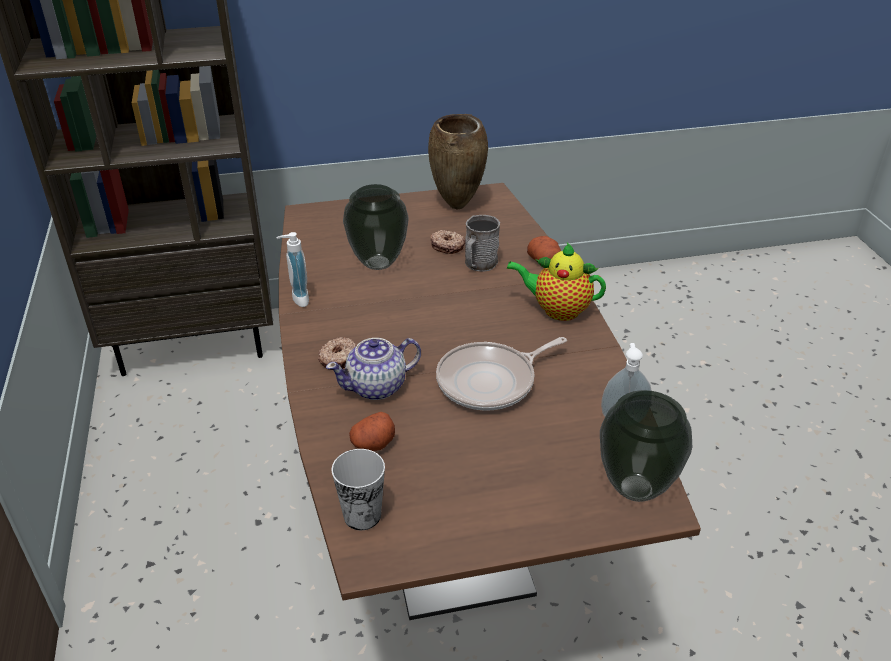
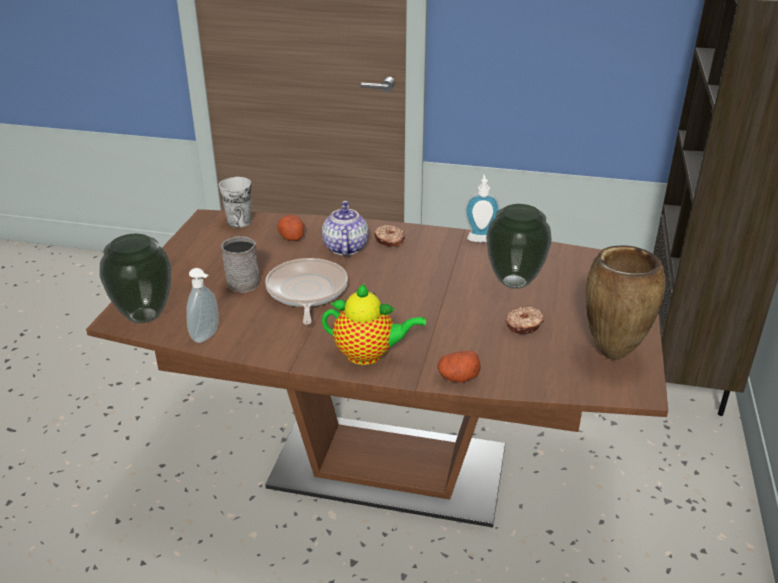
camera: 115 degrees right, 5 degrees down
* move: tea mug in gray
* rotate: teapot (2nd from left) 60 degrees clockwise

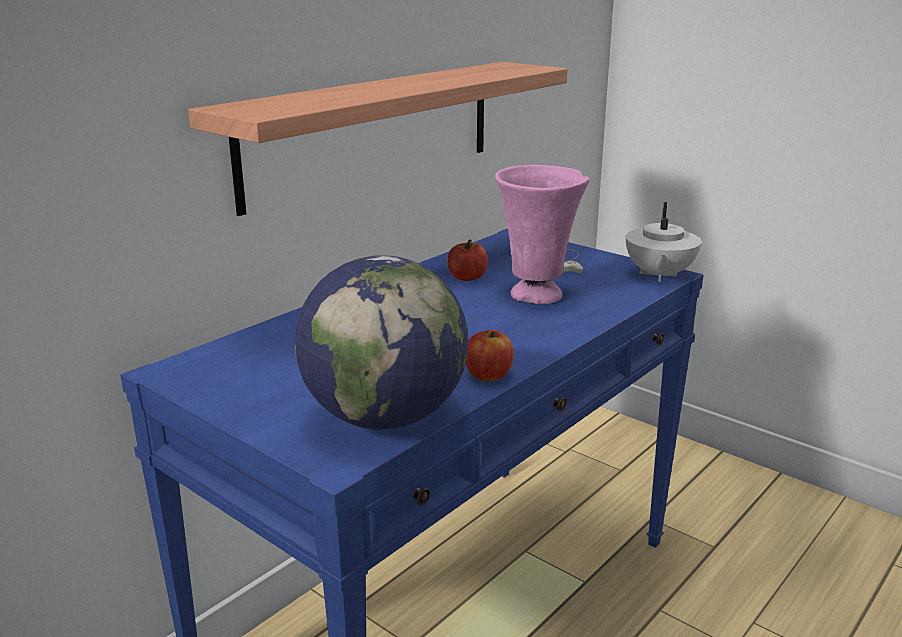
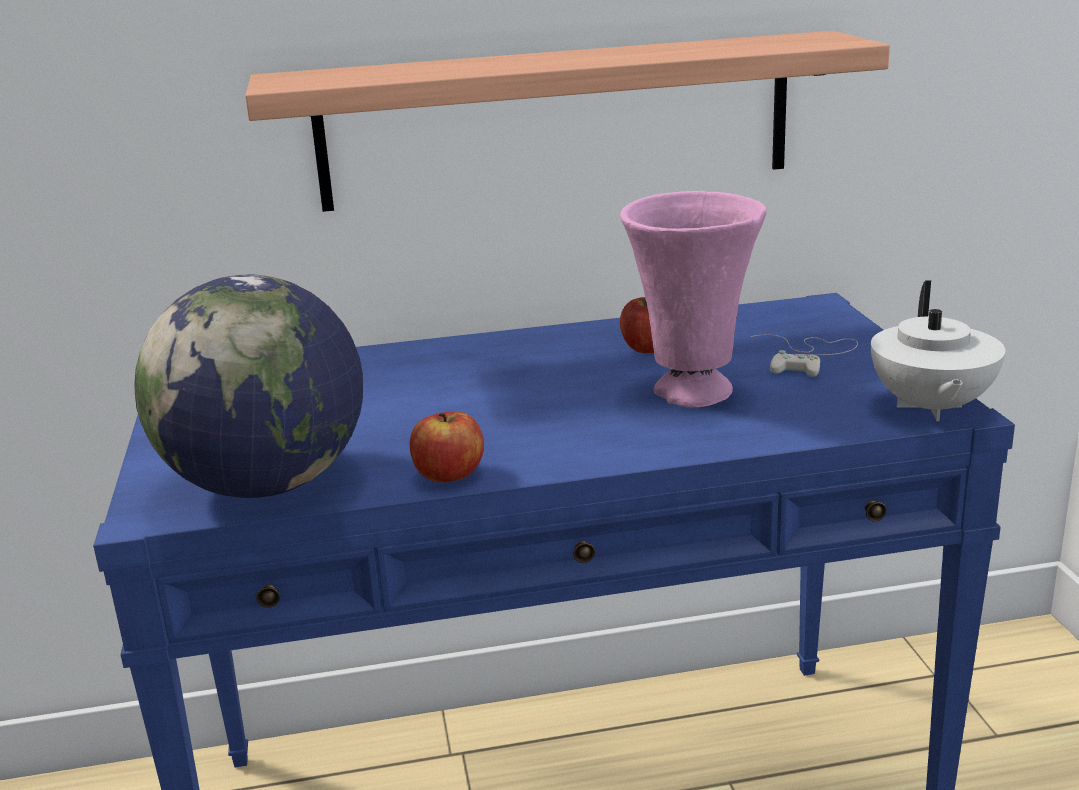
camera: 40 degrees right, 0 degrees up
* rotate: teapot in white 45 degrees counterclockwise

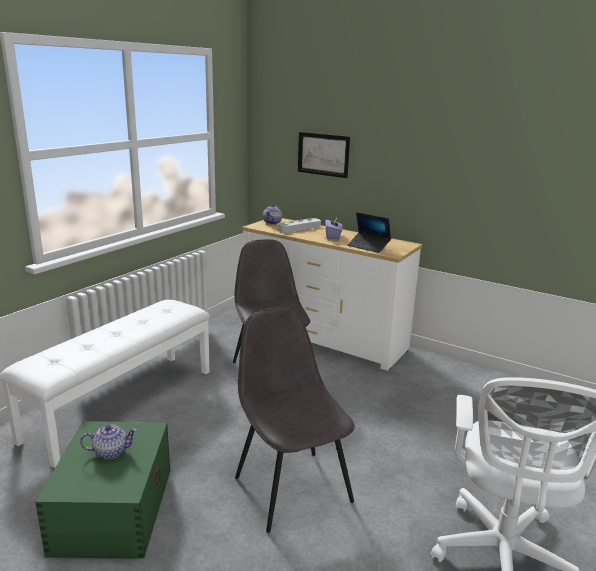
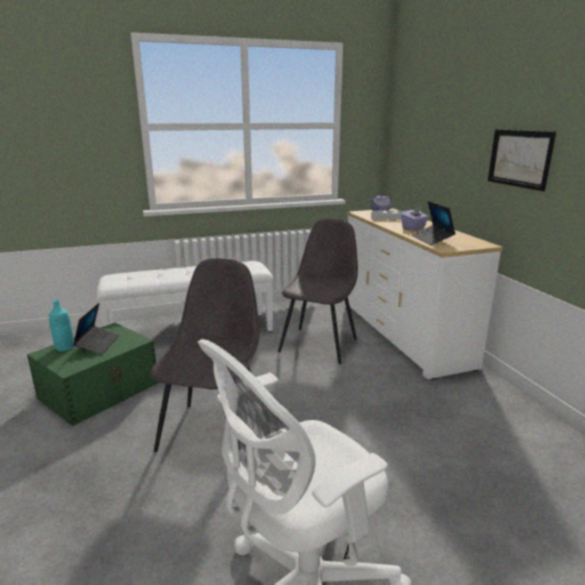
camera: 40 degrees right, 0 degrees up
* replace: teapot (1st from left) to portable computer (1st from left)
* move: picture
* insert: bottle in turquoise-coloured

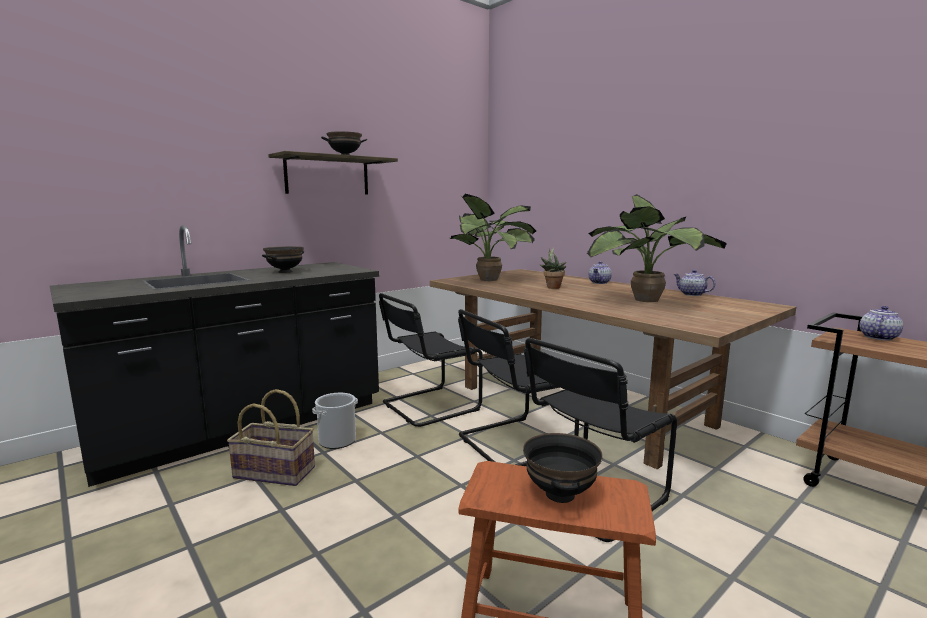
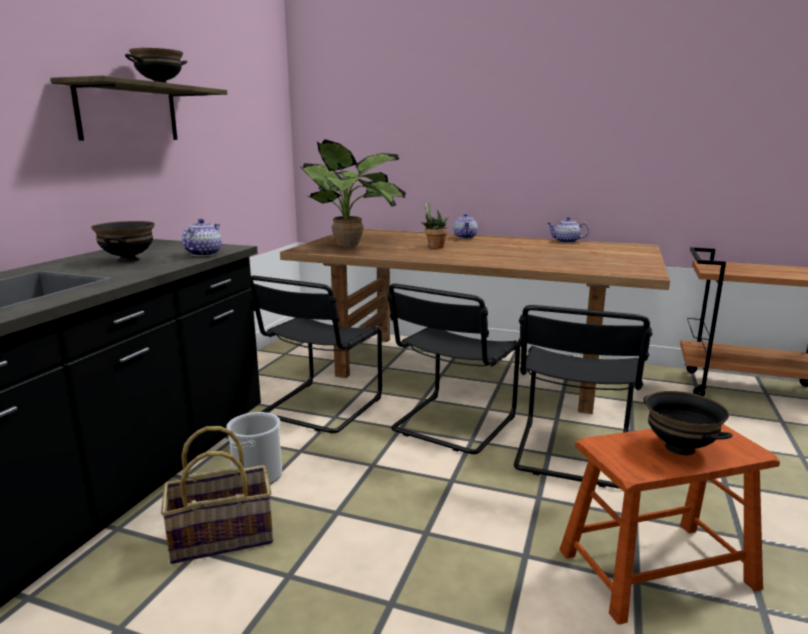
camera: 30 degrees left, 5 degrees up
* delete: plant in a pot (3rd from left)
* move: teapot (3rd from left in the first image) to teapot (1st from left)

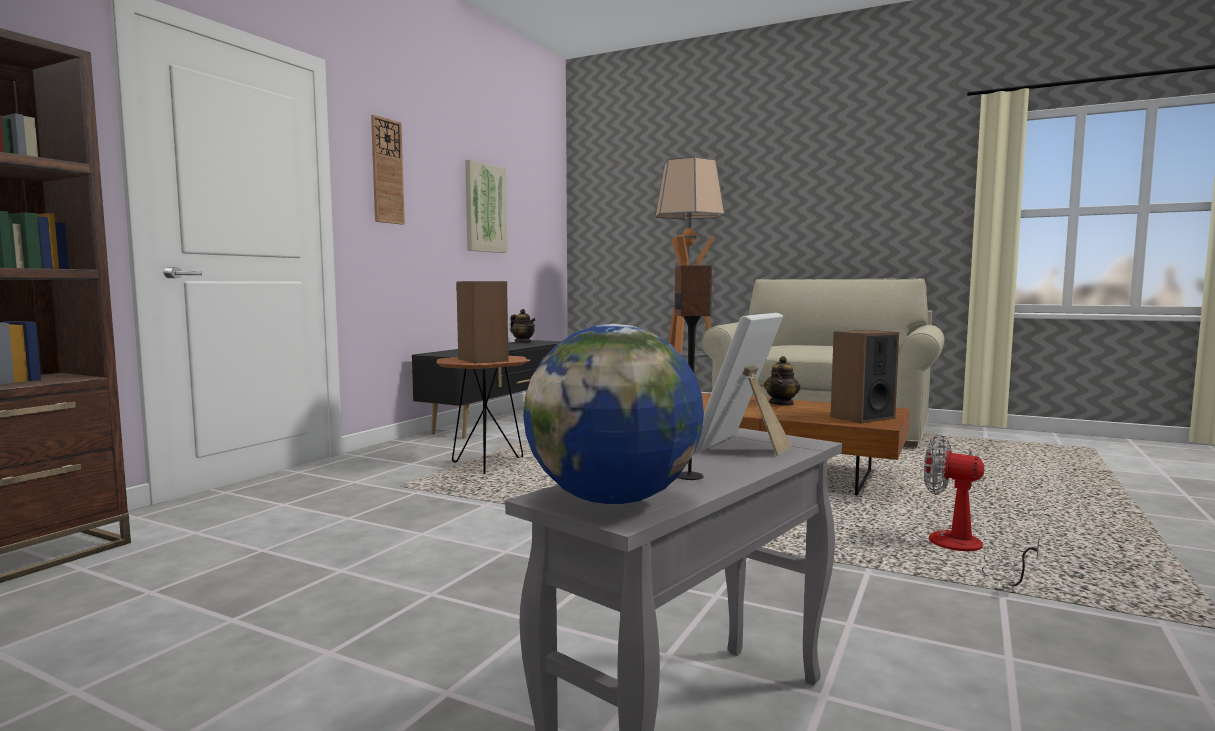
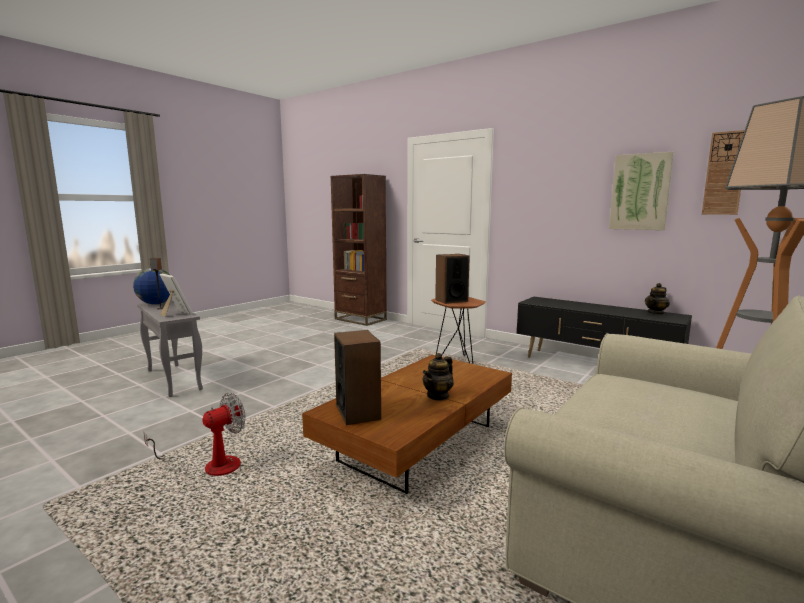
camera: 100 degrees right, 5 degrees up
* move: wall clock
* rotate: teapot (2nd from left in the first image) 90 degrees counterclockwise

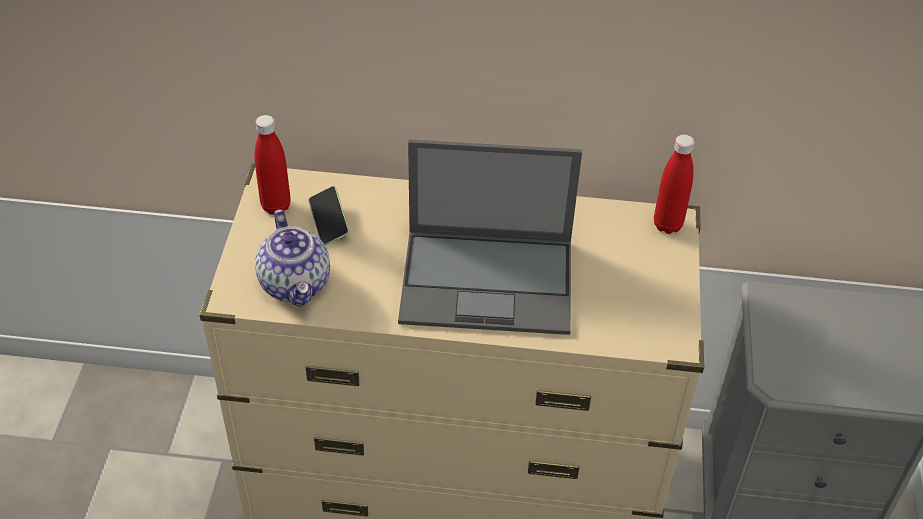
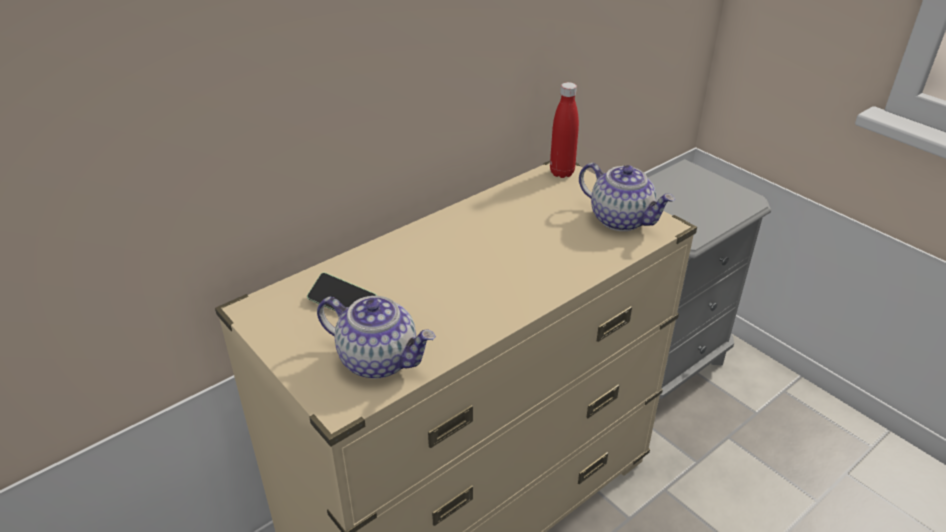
camera: 45 degrees left, 10 degrees down
* delete: bottle in red-coloured (1st from left)
* delete: portable computer
* insert: teapot (2nd from left)

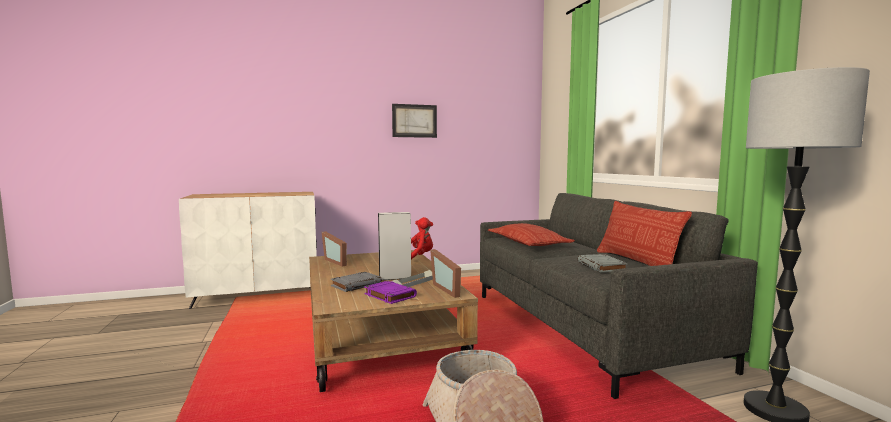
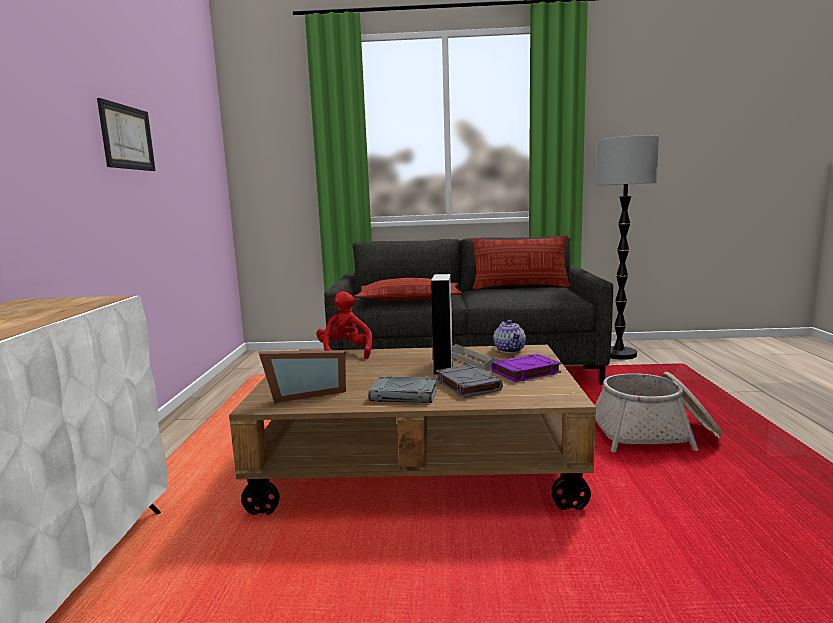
camera: 70 degrees left, 5 degrees up
* replace: photo frame (2nd from left) to teapot
* move: bound book in gray (2nd from left in the first image) to bound book in gray (1st from left)

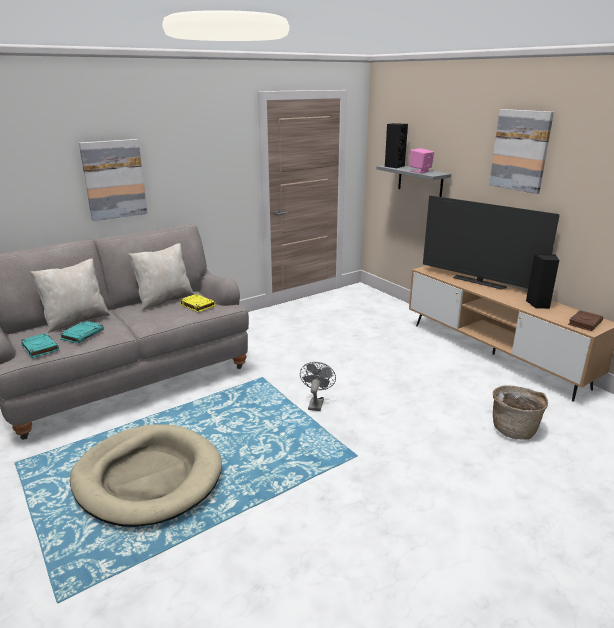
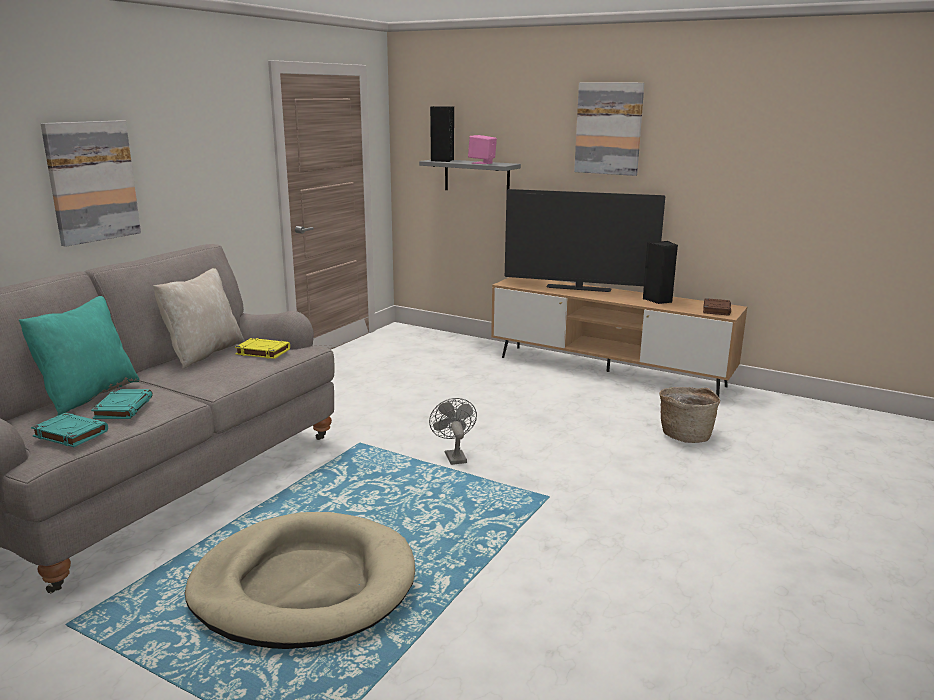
camera: 25 degrees left, 5 degrees down
* recolor: throw pillow in beige-coloured (1st from left) to throw pillow in turquoise-coloured

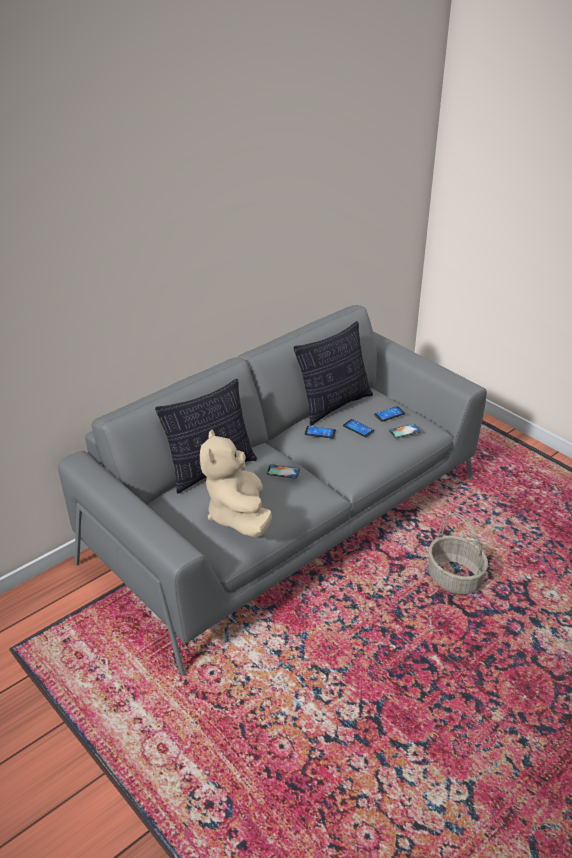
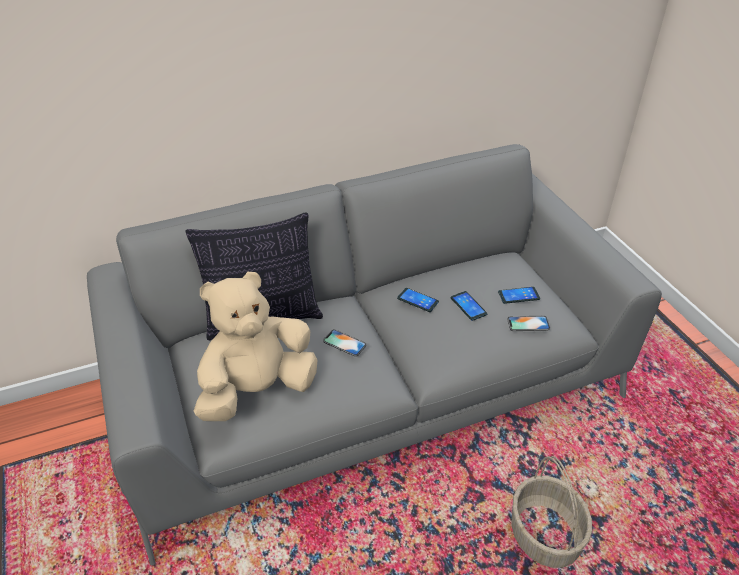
camera: 20 degrees right, 5 degrees up
* rotate: soft toy in beige-coloured 45 degrees clockwise
* delete: throw pillow (2nd from left)

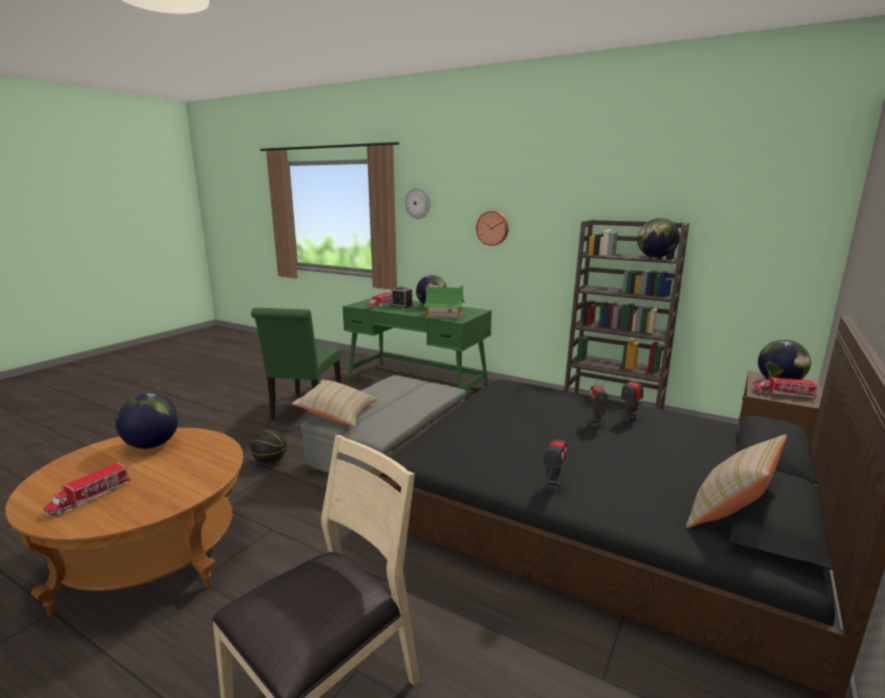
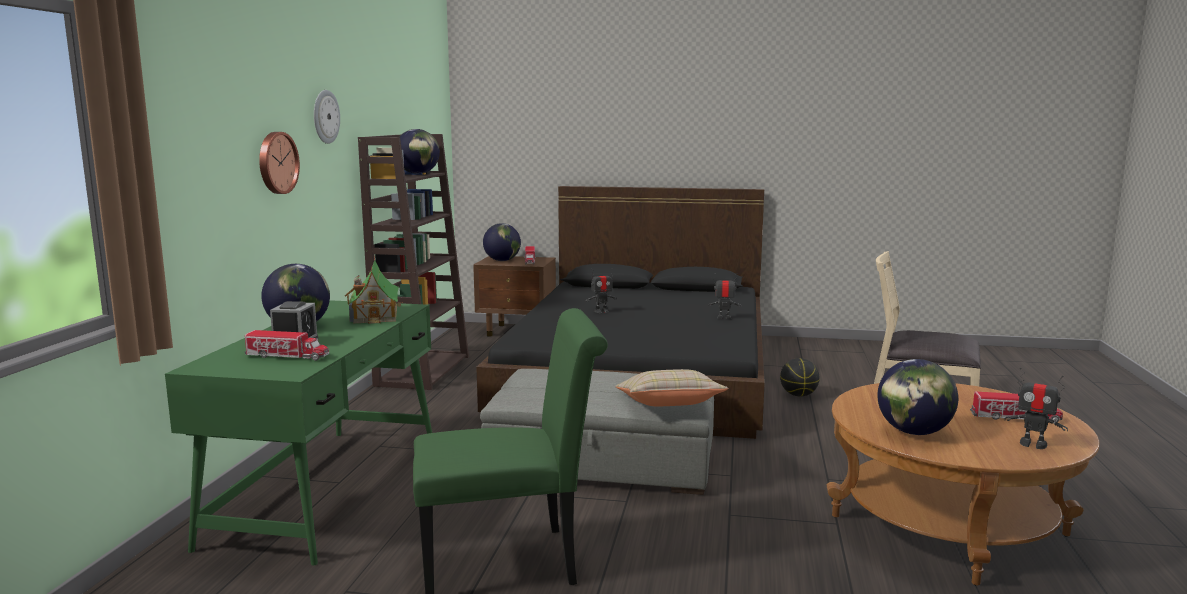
camera: 110 degrees left, 5 degrees down
* move: ball for basketball
* move: wall clock (1st from left in the first image) to wall clock (2nd from left)
* move: toy robot (3rd from left)
* delete: throw pillow in beige-coloured (2nd from left)

